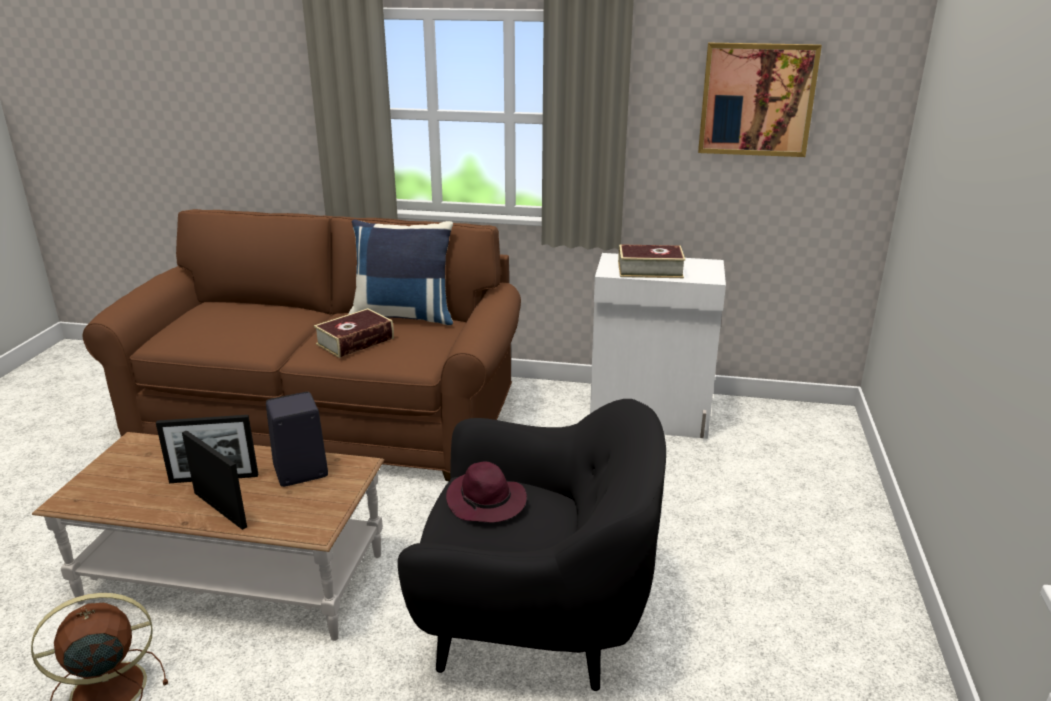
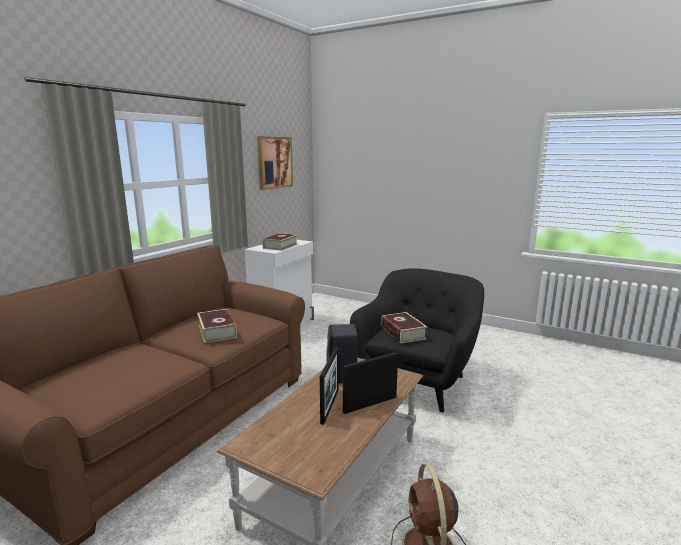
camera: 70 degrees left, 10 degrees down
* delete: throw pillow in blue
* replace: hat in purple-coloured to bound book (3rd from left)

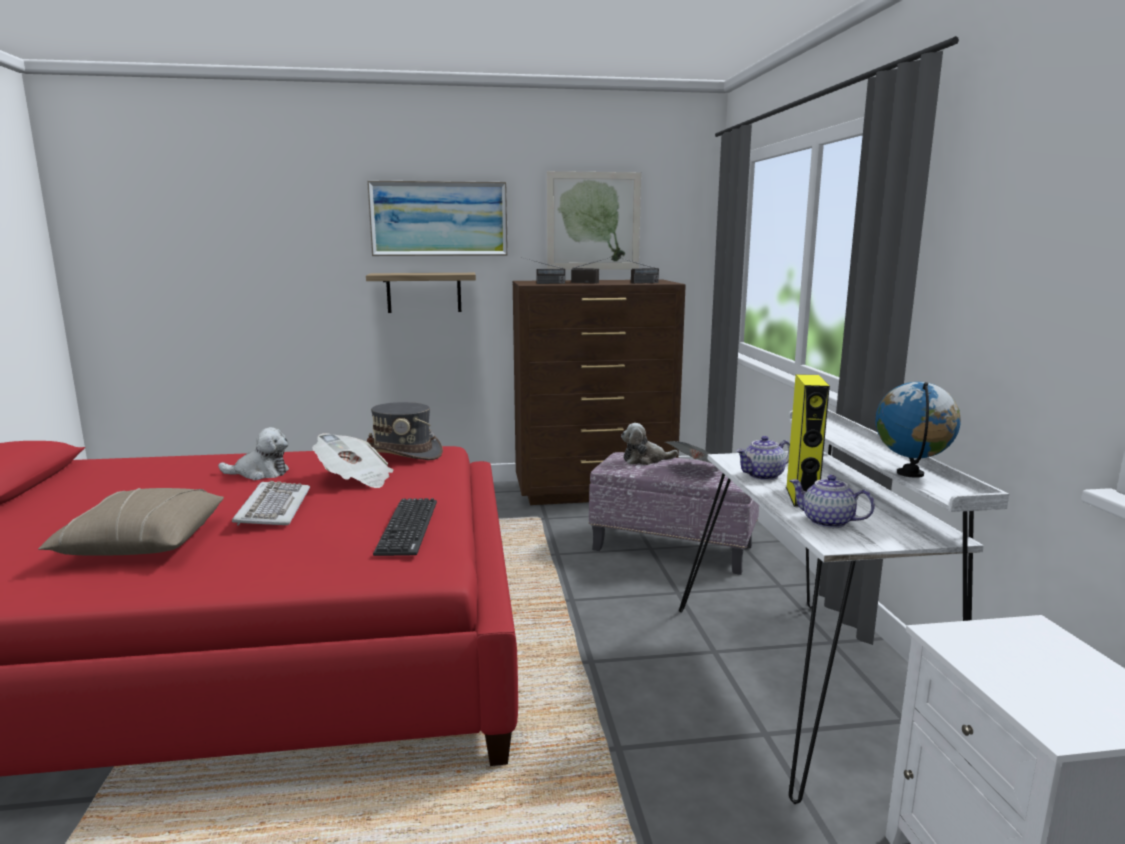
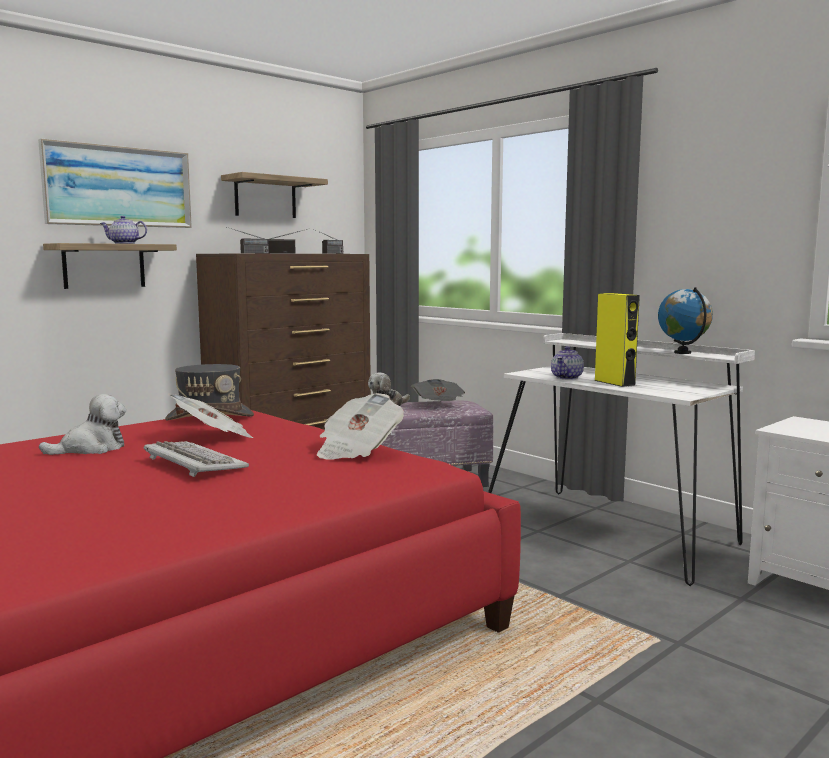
camera: 35 degrees left, 5 degrees down
* delete: throw pillow in beige-coloured
* replace: keyboard (2nd from left) to daily paper (2nd from left)
* replace: picture (2nd from left) to shelf (2nd from left)
* move: teapot (2nd from left in the first image) to teapot (1st from left)

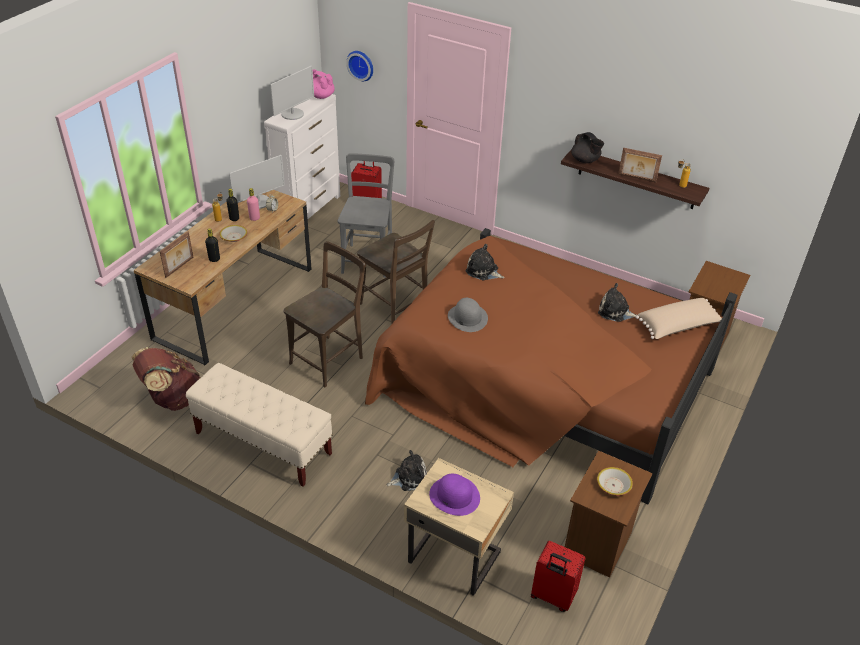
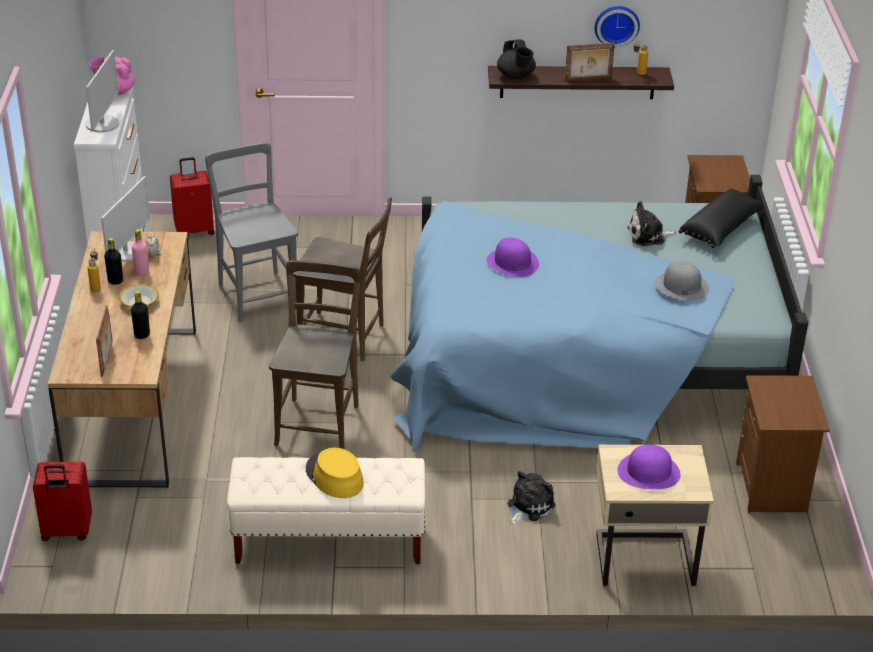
camera: 30 degrees left, 5 degrees down
* delete: rucksack in brownish
* move: wall clock
* recolor: sleeping bed in brownish to sleeping bed in blue
* move: hat in gray
* delete: soft toy (2nd from left)
* move: piece of luggage in red-coloured (2nd from left in the first image) to piece of luggage in red-coloured (1st from left)
* rotate: teapot in black 45 degrees clockwise
* delete: deep dish (2nd from left)
* recolor: throw pillow in beige-coloured to throw pillow in black
* insert: hat in yellowish
* insert: hat in purple-coloured (1st from left)

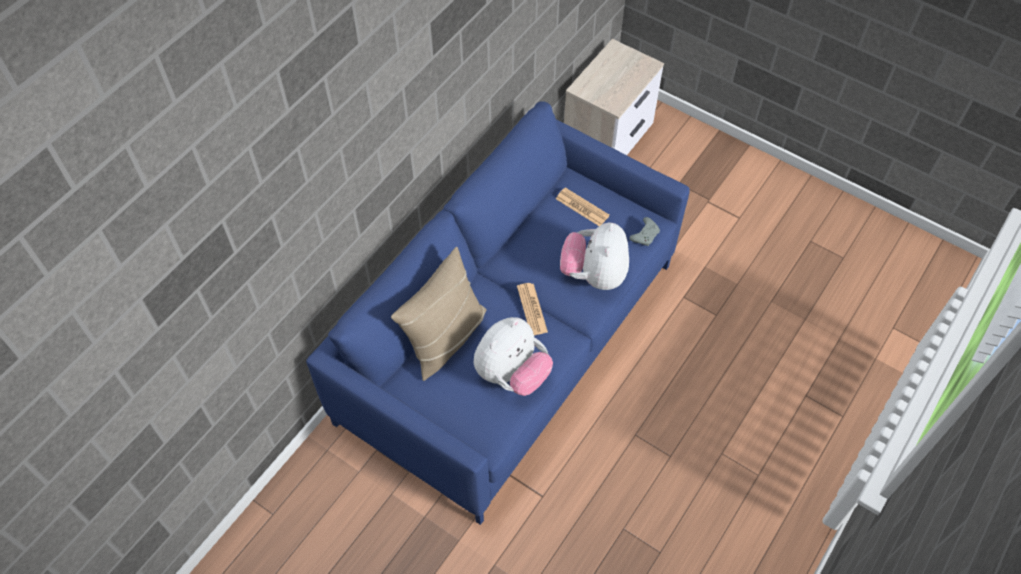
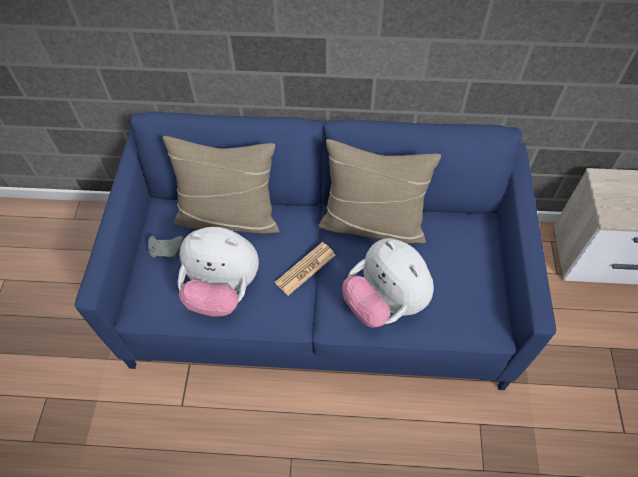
camera: 60 degrees right, 0 degrees up
* delete: daily paper (2nd from left)
* rotate: soft toy (2nd from left) 105 degrees counterclockwise
* move: gamepad in gray
* insert: throw pillow in beige-coloured (2nd from left)

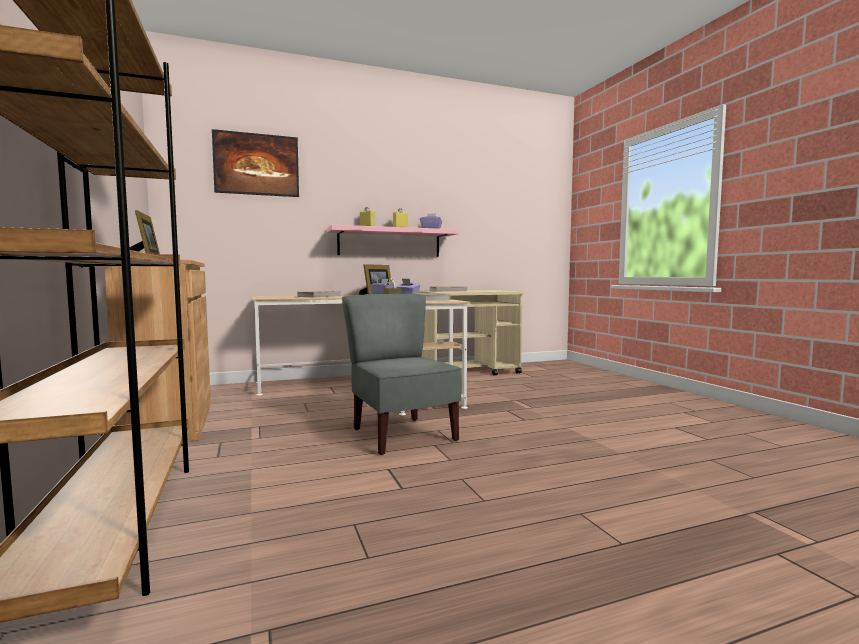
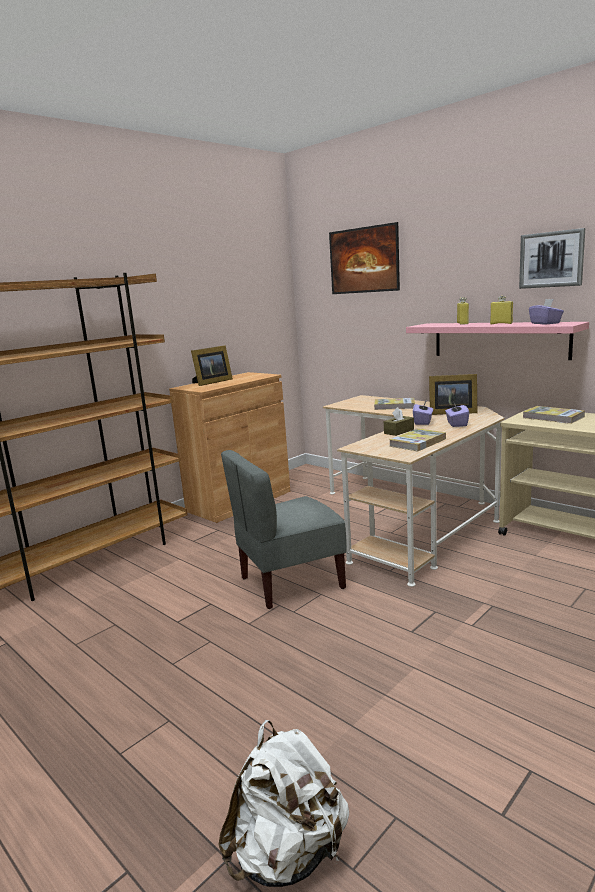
camera: 65 degrees right, 10 degrees up
* rotate: plain chair in gray 150 degrees counterclockwise
* insert: rucksack in white
* insert: picture (2nd from left)

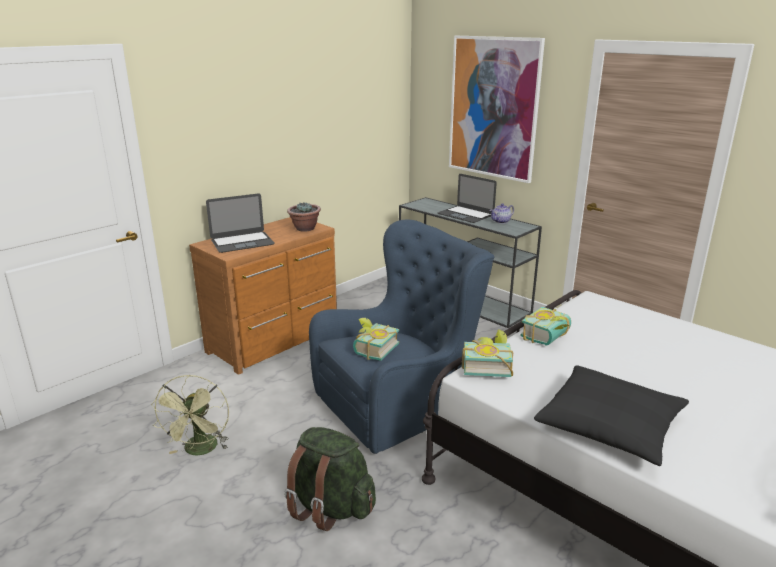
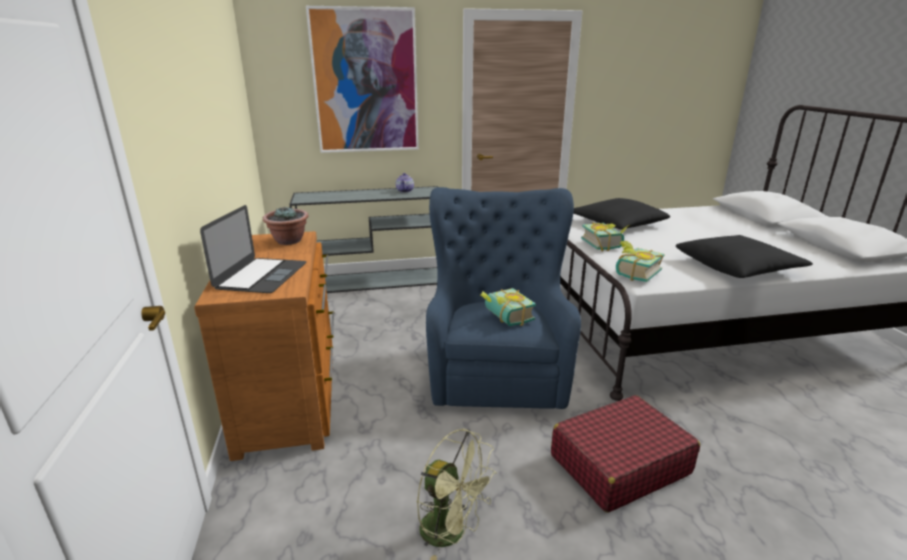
camera: 55 degrees left, 0 degrees up
* replace: rucksack in greenish to piece of luggage in red-coloured
* delete: portable computer (2nd from left)
* insert: throw pillow in black (1st from left)

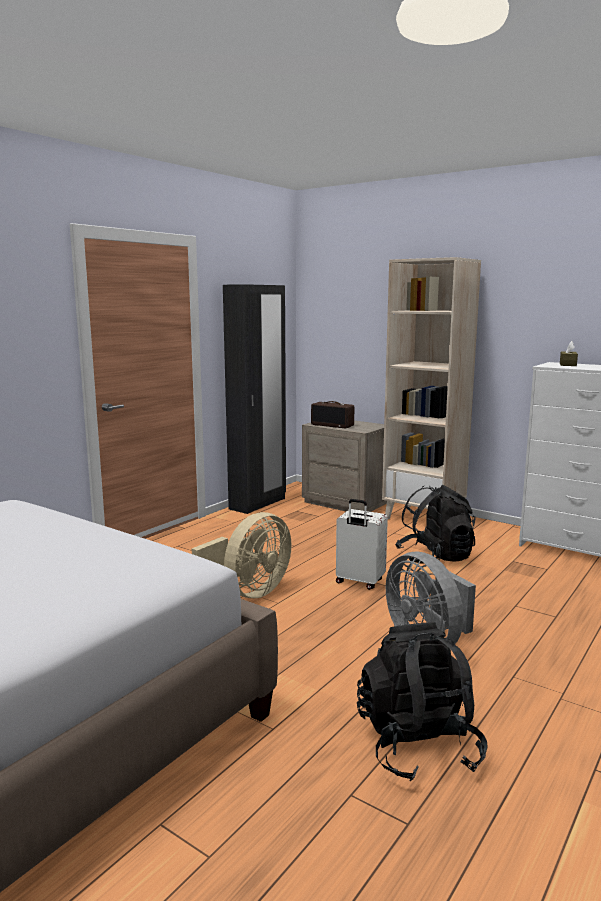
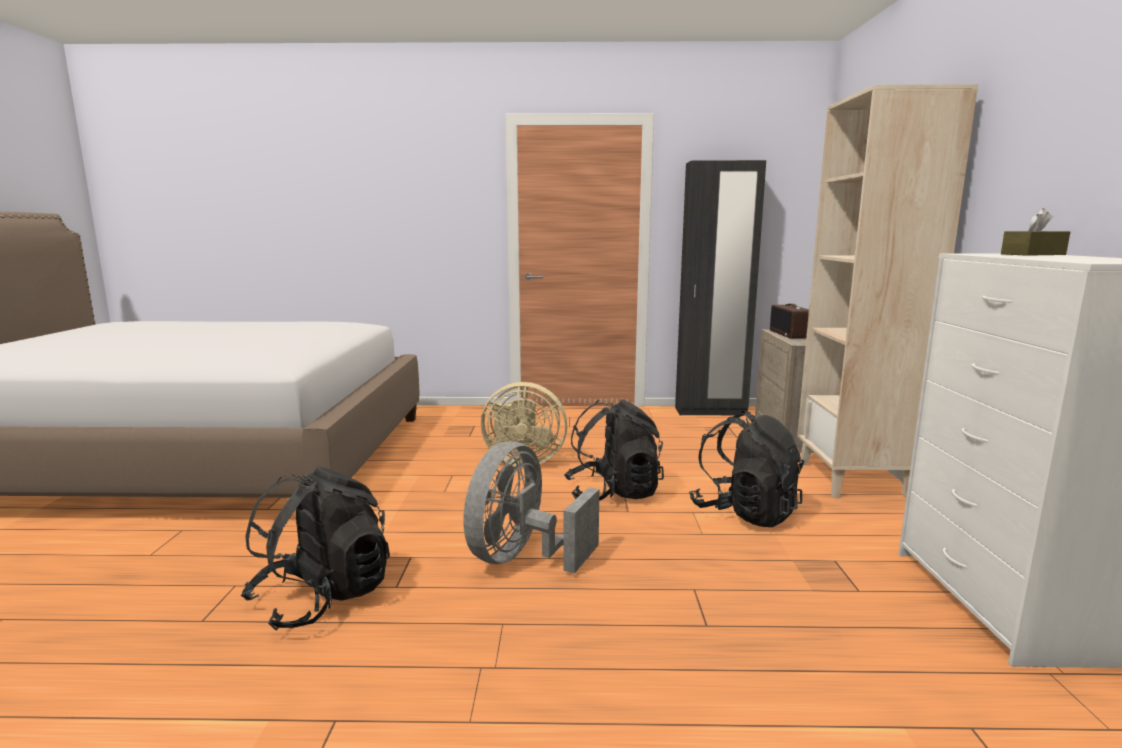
camera: 55 degrees right, 0 degrees up
* replace: piece of luggage in white to rucksack in black (2nd from left)

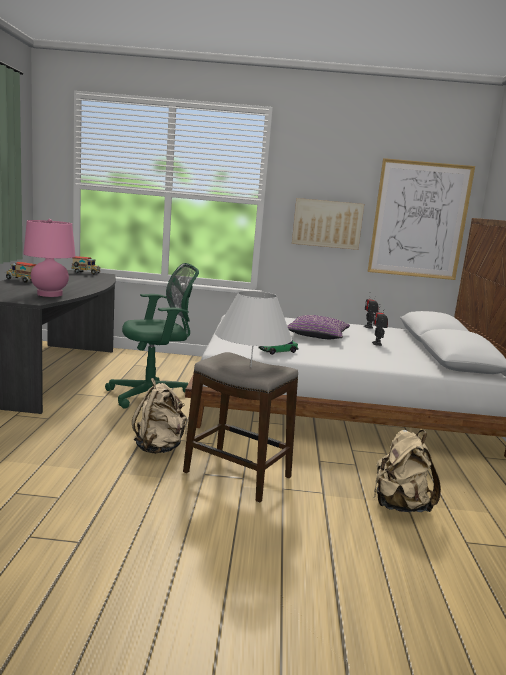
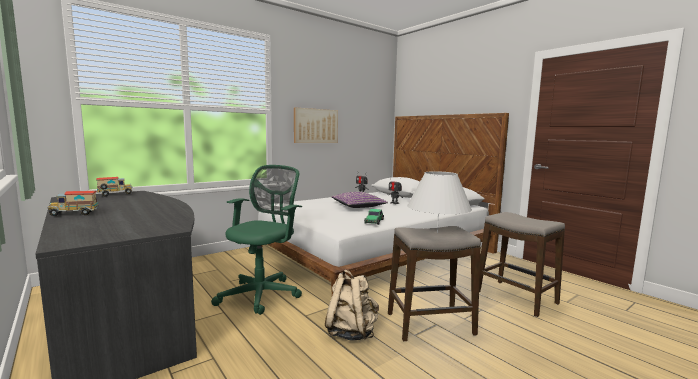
camera: 40 degrees left, 5 degrees down
* delete: tabletop lamp in pink-coloured
* delete: picture (2nd from left)
* replace: rucksack in beige-coloured (2nd from left) to stool seat (2nd from left)

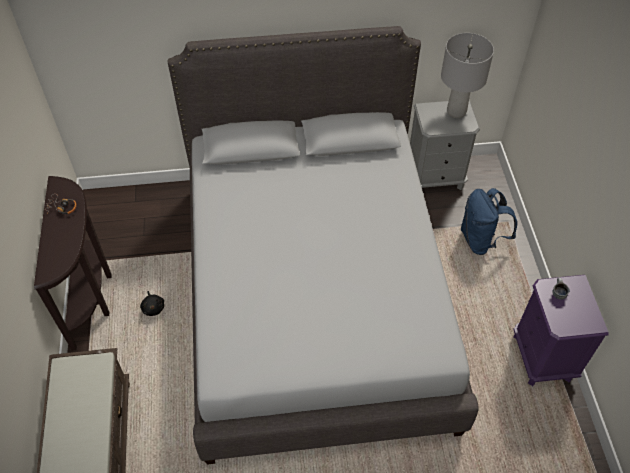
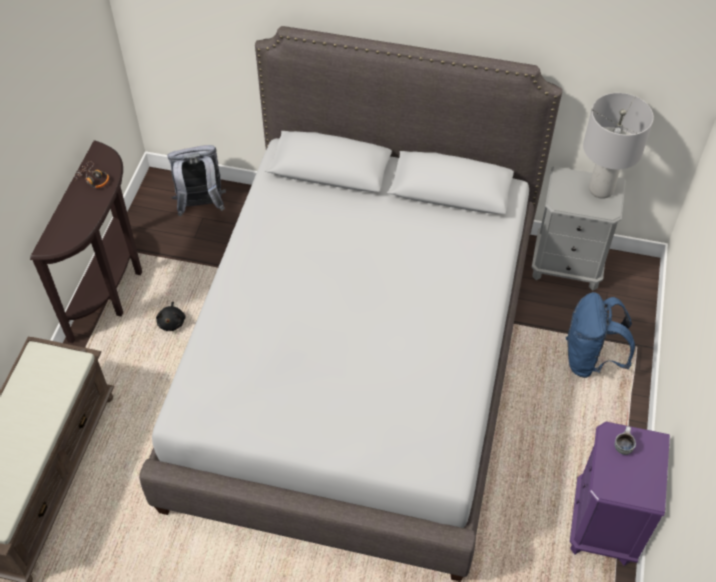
camera: 20 degrees right, 0 degrees up
* insert: rucksack in gray

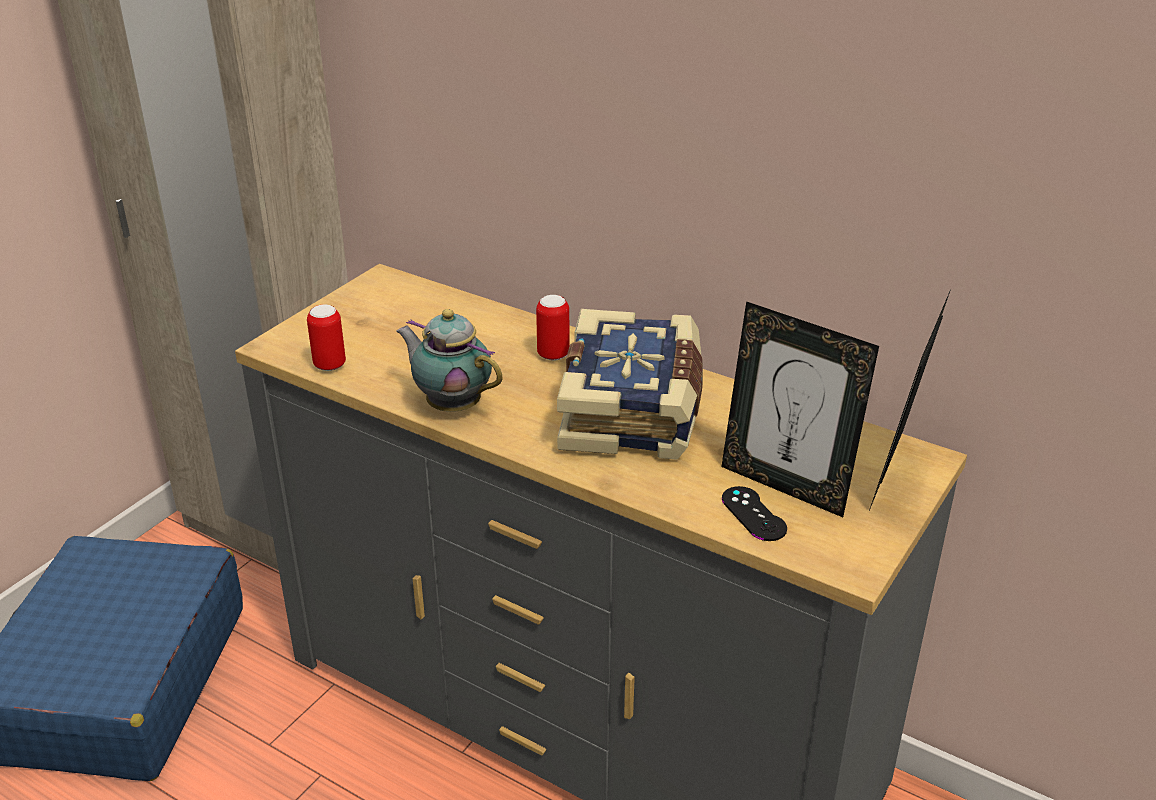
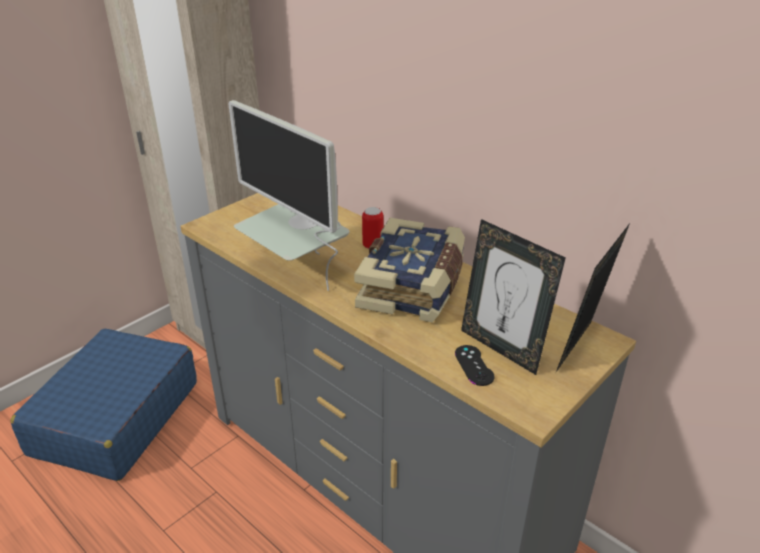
camera: 10 degrees right, 0 degrees up
* delete: sealed can (1st from left)
* replace: teapot to monitor

